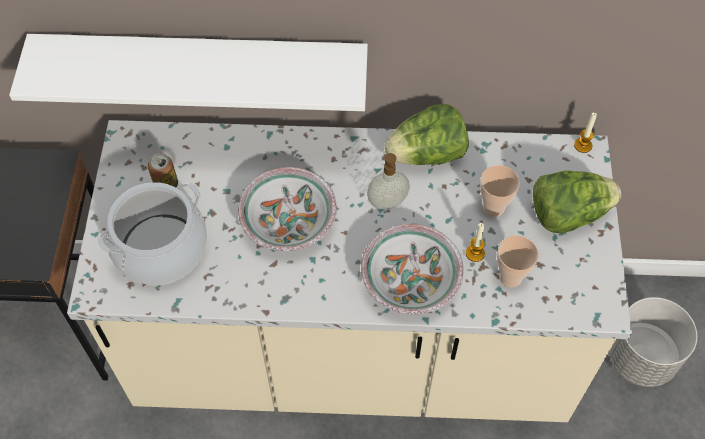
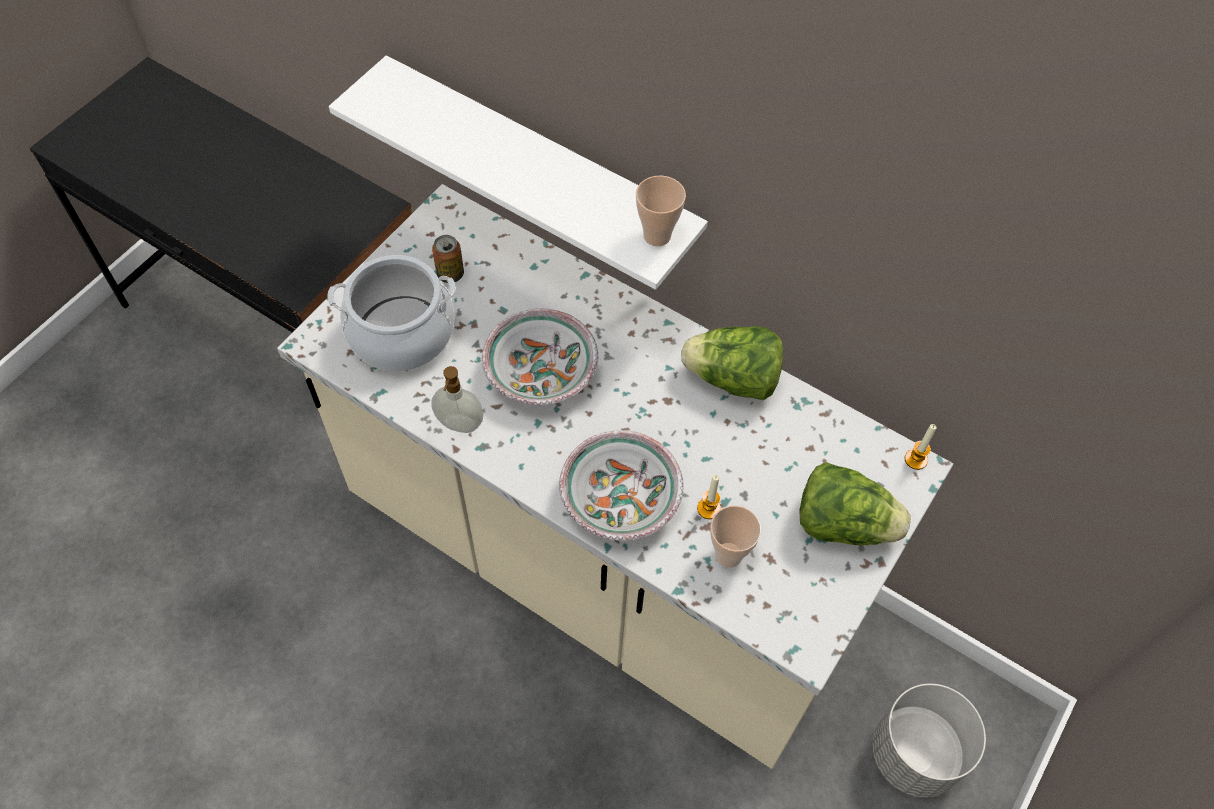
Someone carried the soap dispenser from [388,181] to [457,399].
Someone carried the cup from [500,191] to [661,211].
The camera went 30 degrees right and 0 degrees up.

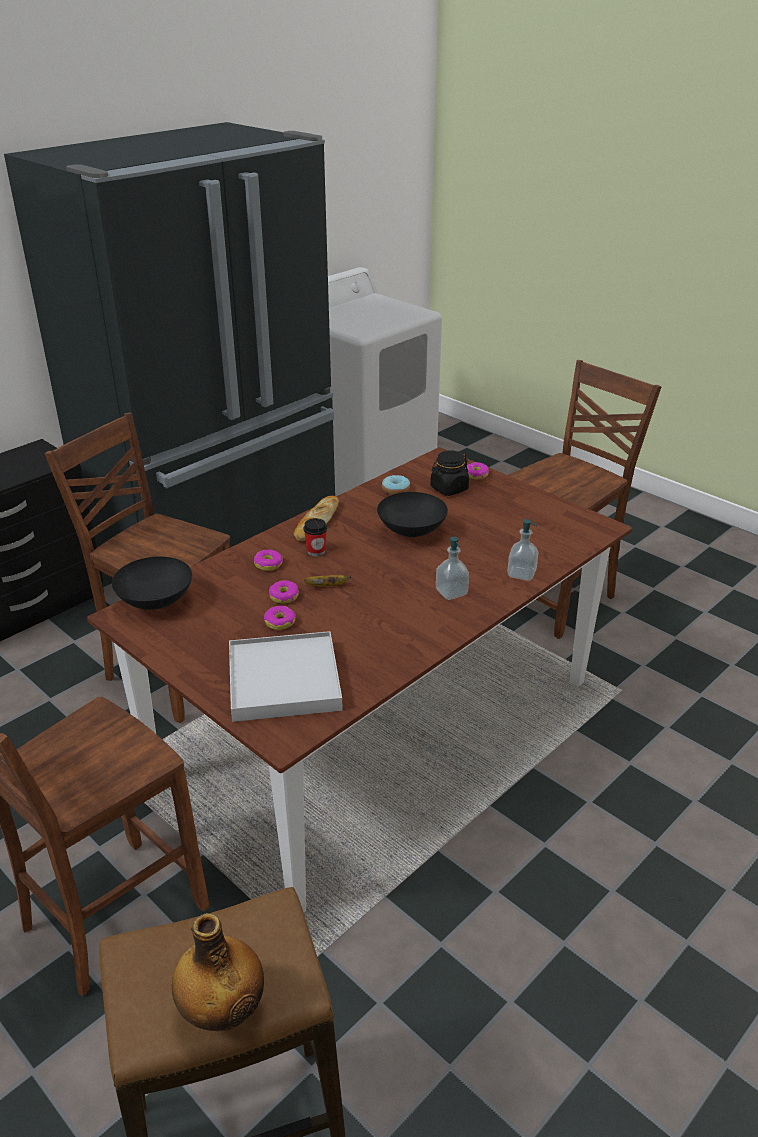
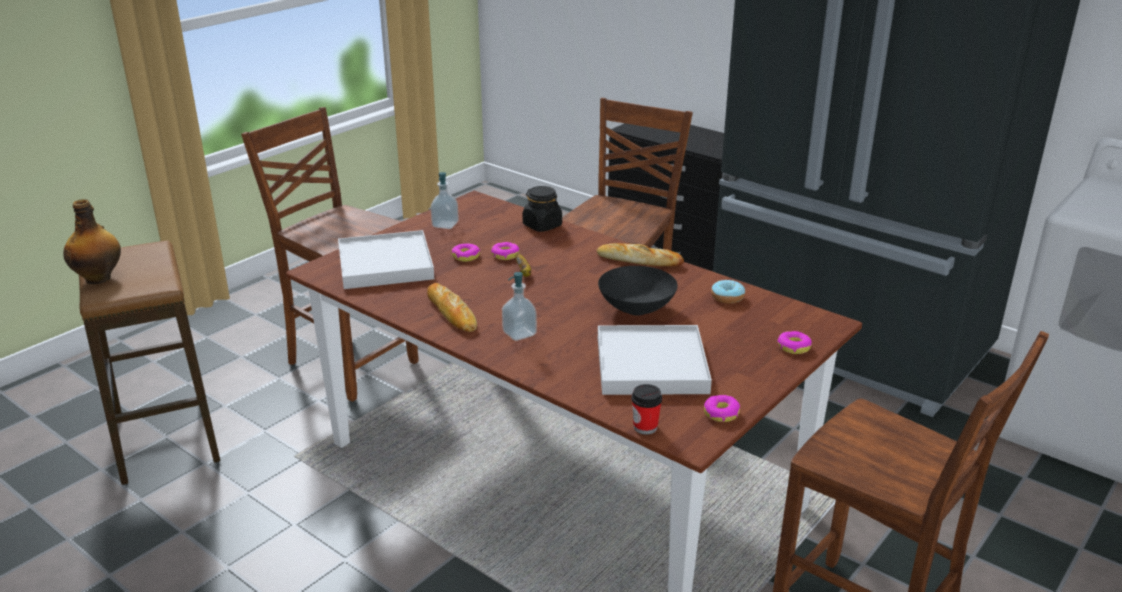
Someone took away the black bowl at [152,583].
Someone put down the bread at [452,307].
Someone put down the white tray at [655,360].
Someone carried the donut from [268,560] to [722,408].
Someone carried the cup from [315,537] to [646,409].
Someone carried the black jar from [449,473] to [542,209].
Someone carried the soap dispenser from [522,550] to [445,200].
The camera went 85 degrees right and 5 degrees down.

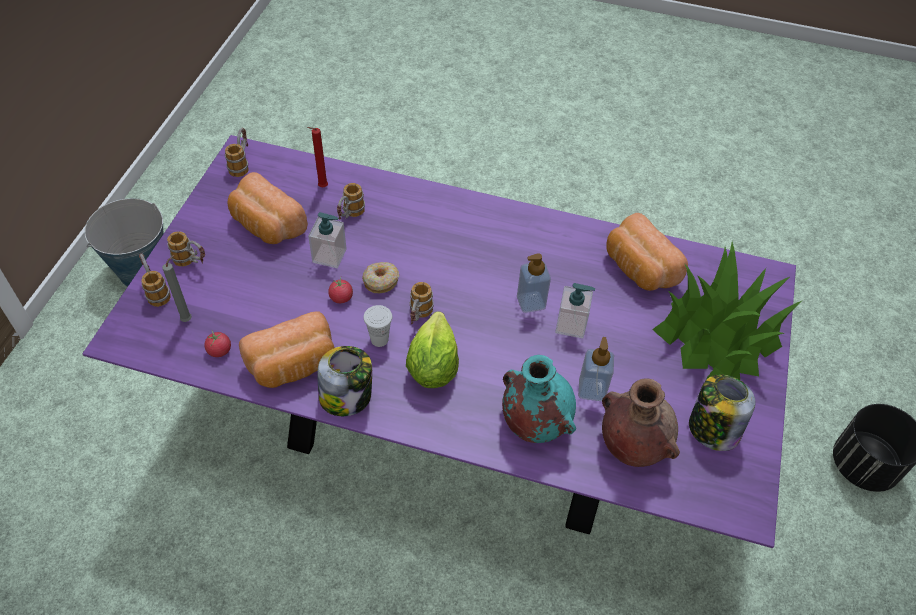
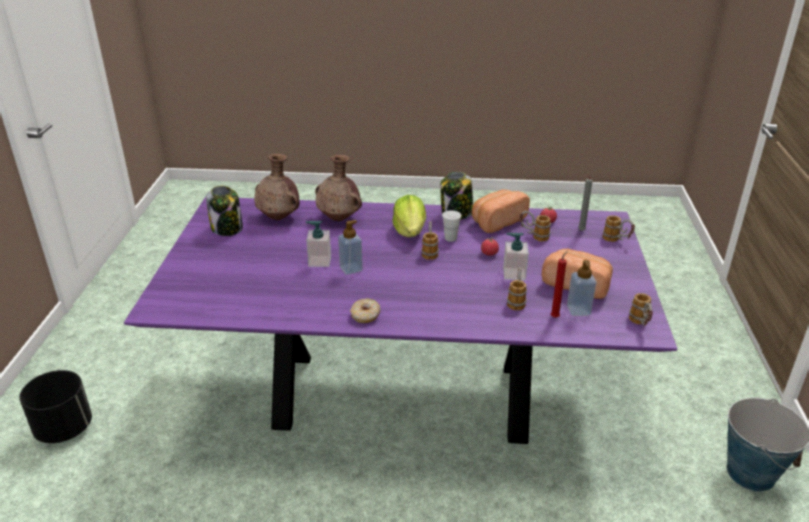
Someone took away the bread at [647,252].
Someone took away the potted plant at [726,311].
Someone carried the mug from [186,248] to [535,226].
Someone carried the donut from [380,277] to [365,311].
Someone carried the soap dispenser from [596,369] to [582,288].
Someone repainted the turquoise vase at [539,399], which became the brown vase at [338,188].
The camera went 170 degrees right and 20 degrees down.

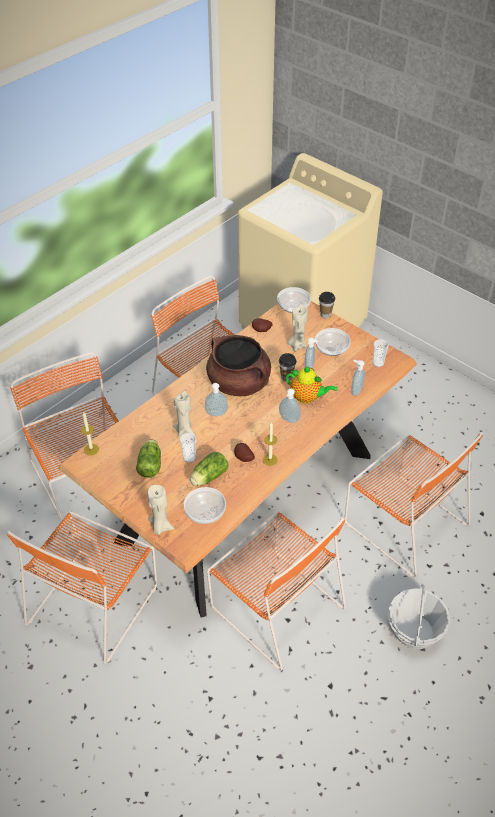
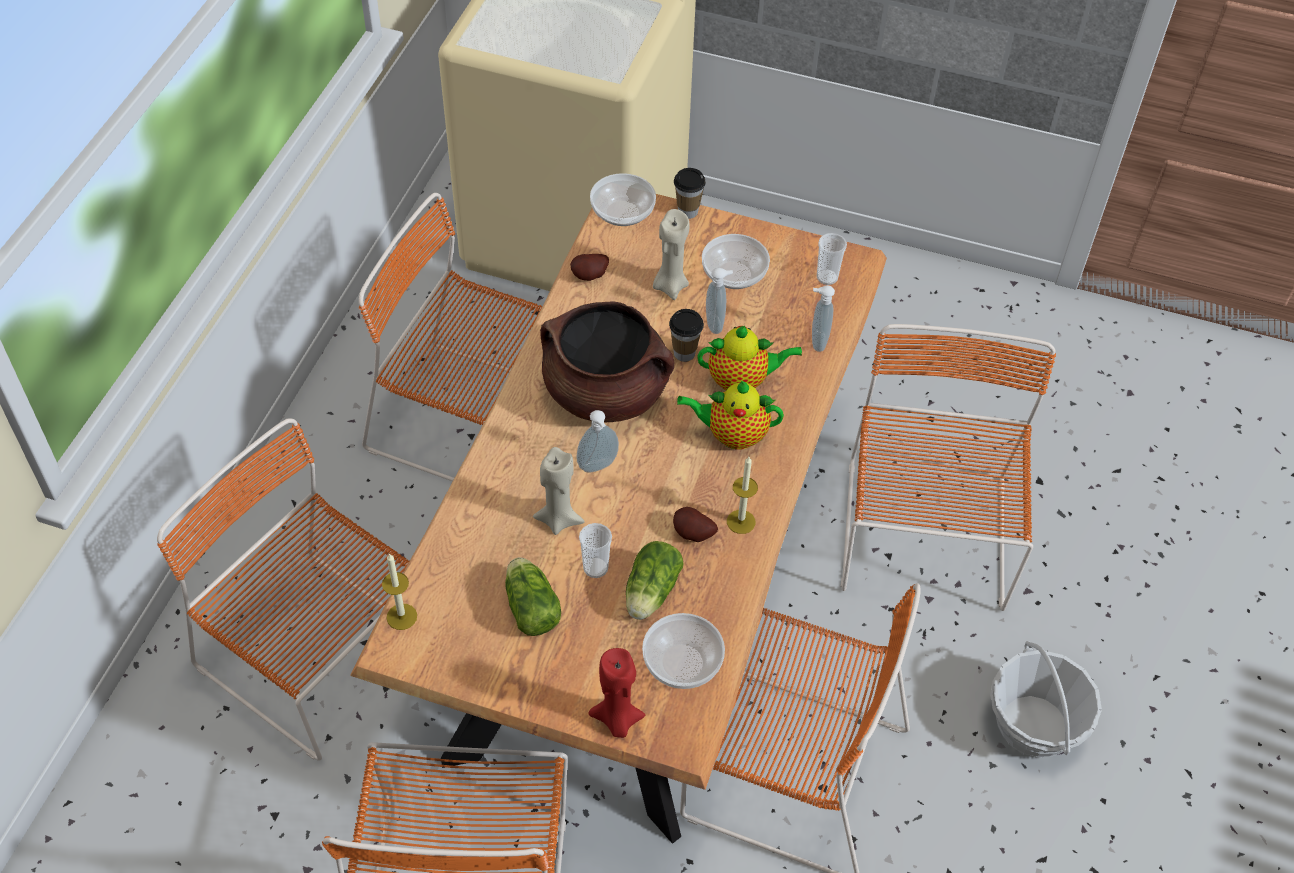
Someone swapped the soap dispenser at [290,405] for the teapot at [730,415].
Someone repainted the beige candle at [161,510], which became the red candle at [617,693].
Someone rotated the orange chair at [414,504] by 105 degrees counterclockwise.
The camera went 25 degrees left and 5 degrees up.

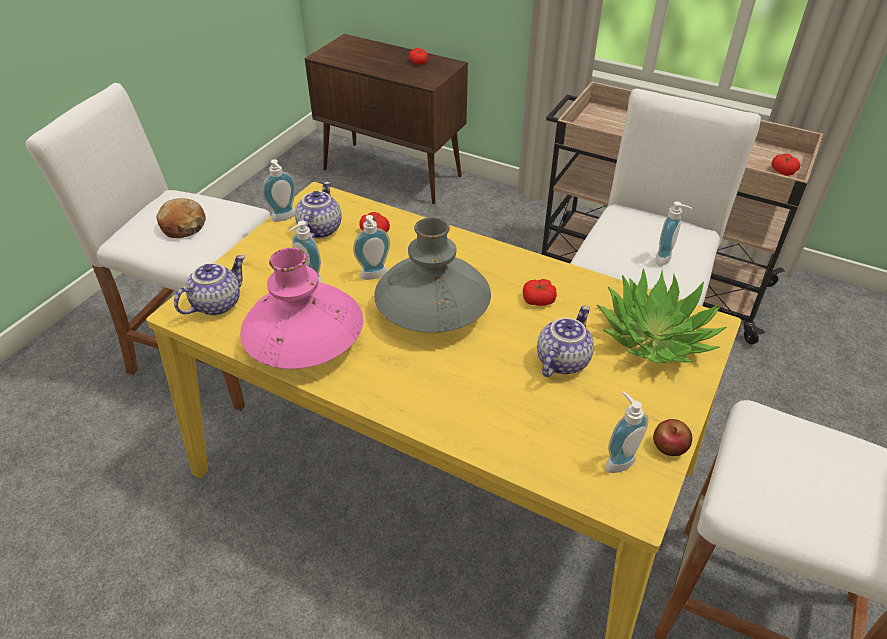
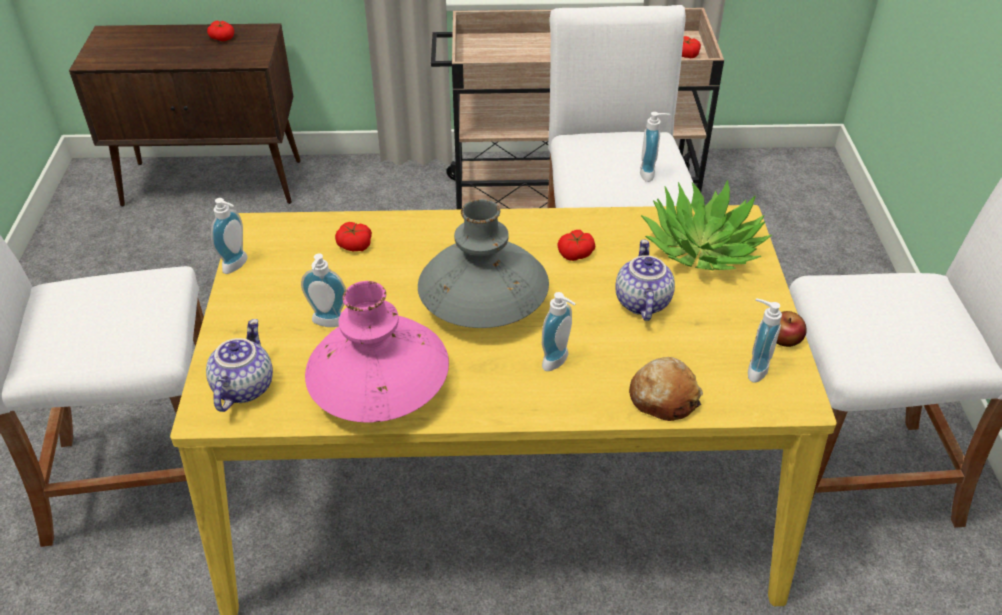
Someone took away the teapot at [318,210].
Someone carried the bread from [181,218] to [666,389].
Someone carried the soap dispenser from [371,247] to [559,331].
The camera went 30 degrees left and 0 degrees up.

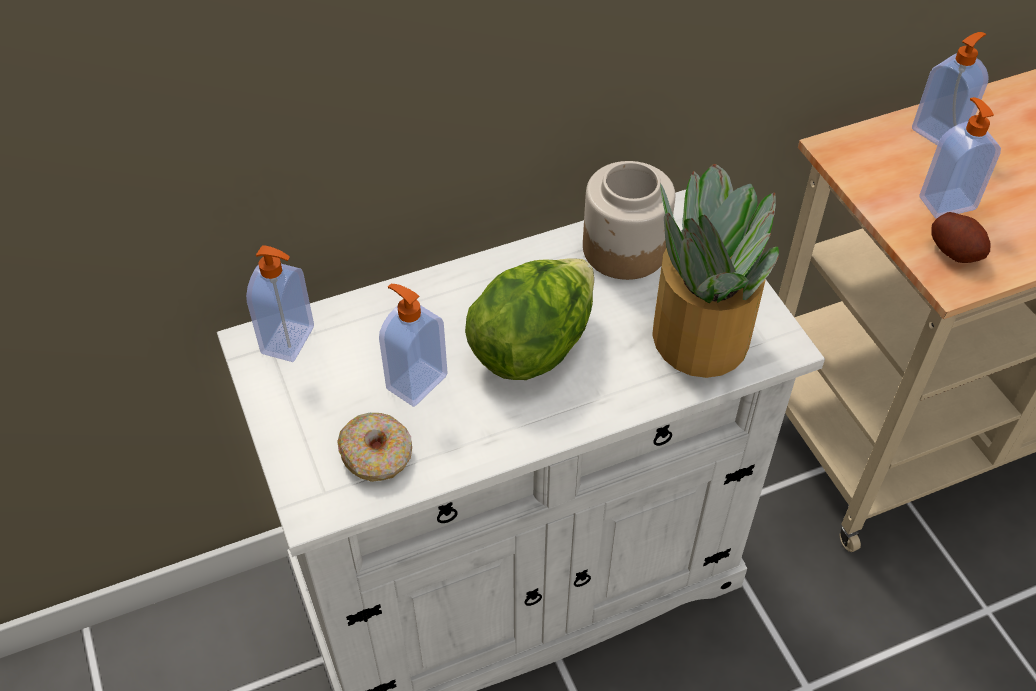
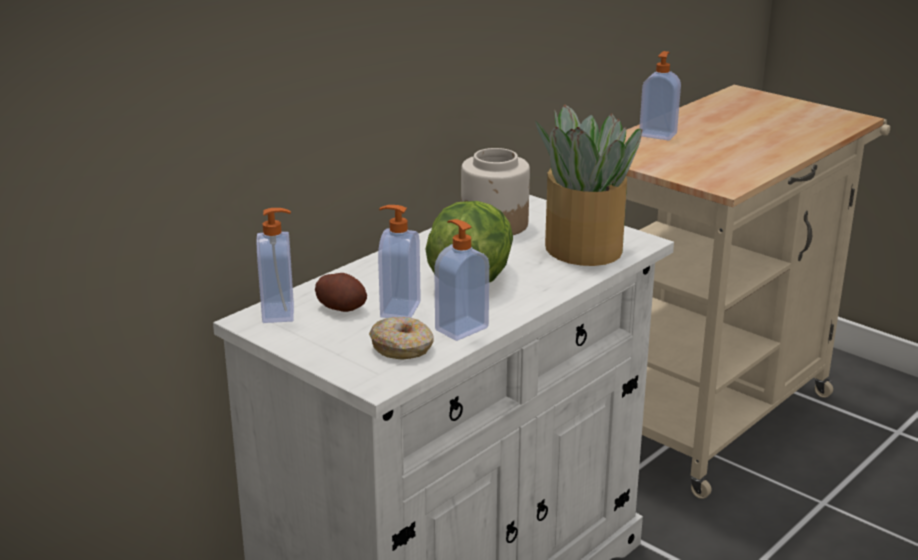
Someone carried the soap dispenser from [960,157] to [461,280].
Someone carried the potato from [960,237] to [341,292].
The camera went 25 degrees left and 25 degrees down.

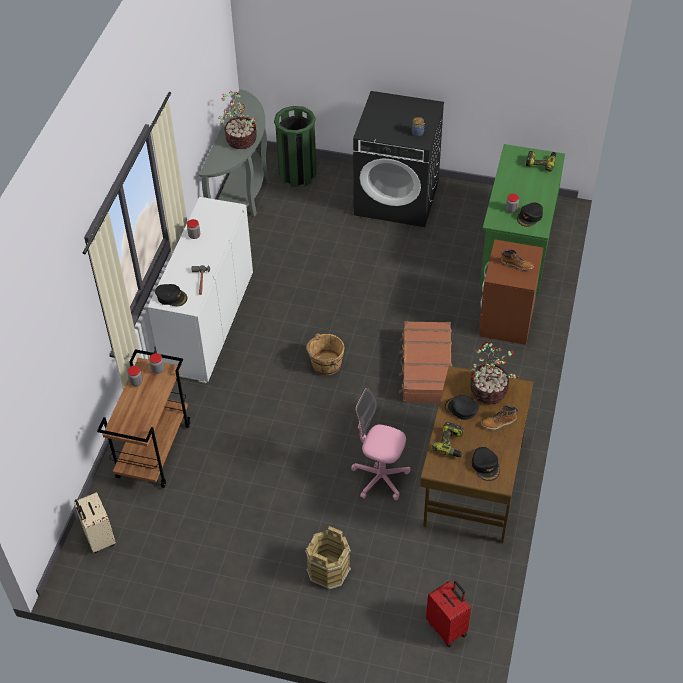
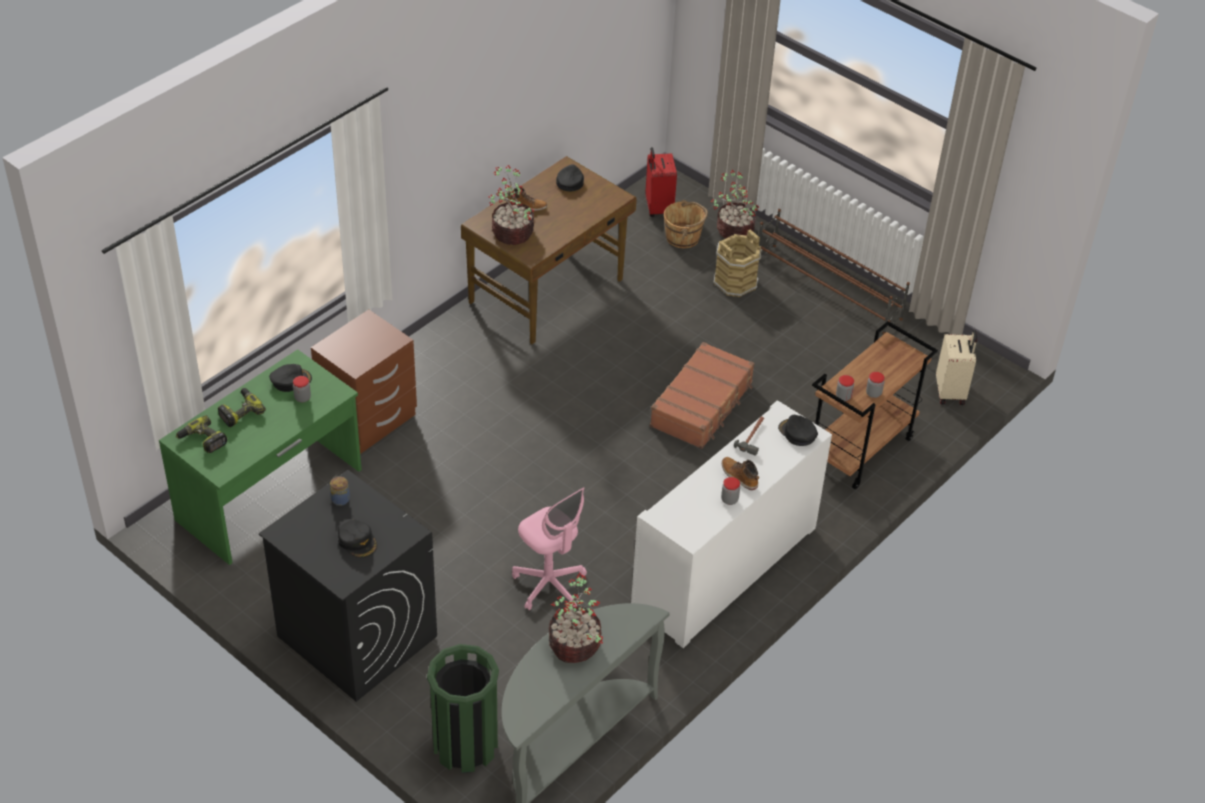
Someone put down the potted plant at [735,204].
Someone put down the brown shoe rack at [834,271].
Someone carried the brown bucket from [325,354] to [686,224].
Someone carried the pink office chair from [380,444] to [549,548].
Someone carried the brown suitcase from [426,362] to [702,395].
Someone carried the power drill from [447,439] to [242,407].
Someone carried the black cap from [462,407] to [357,538].
Someone carried the boot from [517,260] to [740,473].
The camera went 155 degrees left and 5 degrees down.

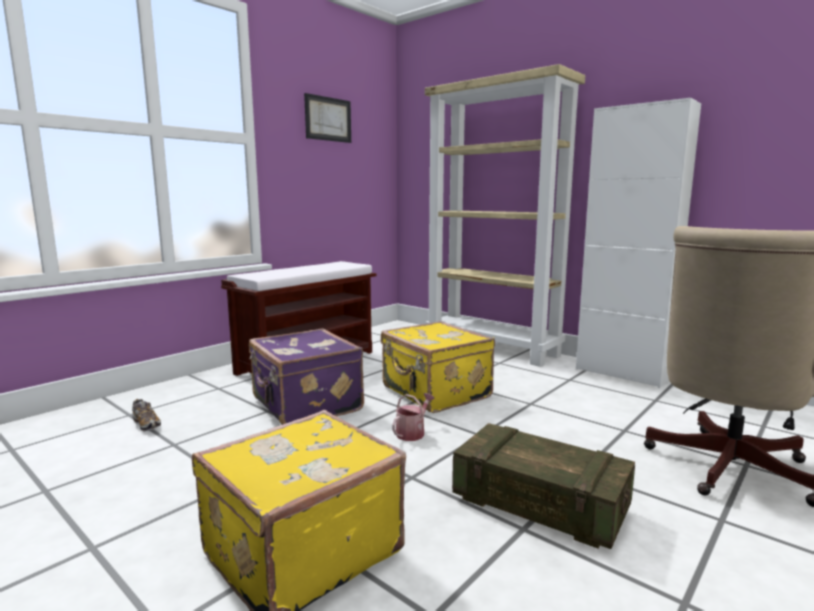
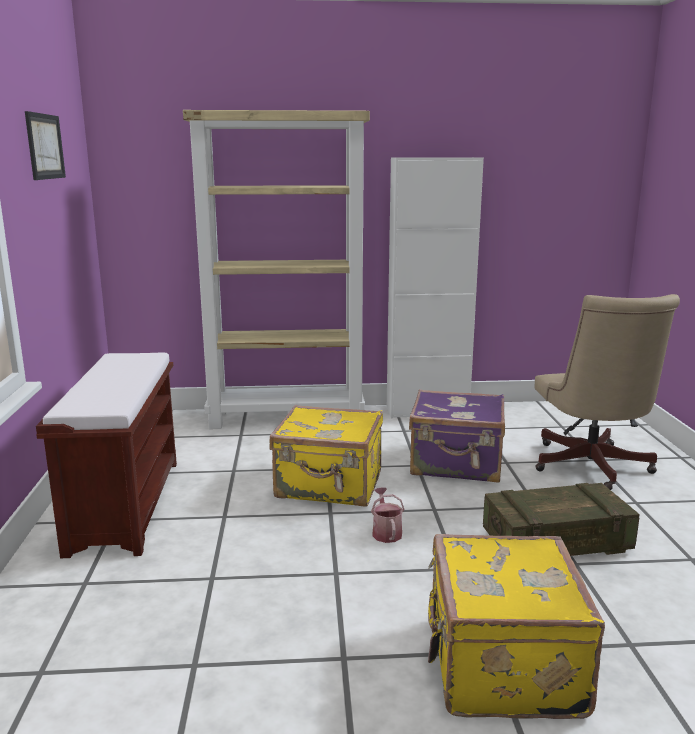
Someone took away the shoe at [146,415].
Someone carried the purple suitcase from [306,376] to [457,435].
The camera went 45 degrees left and 5 degrees up.

